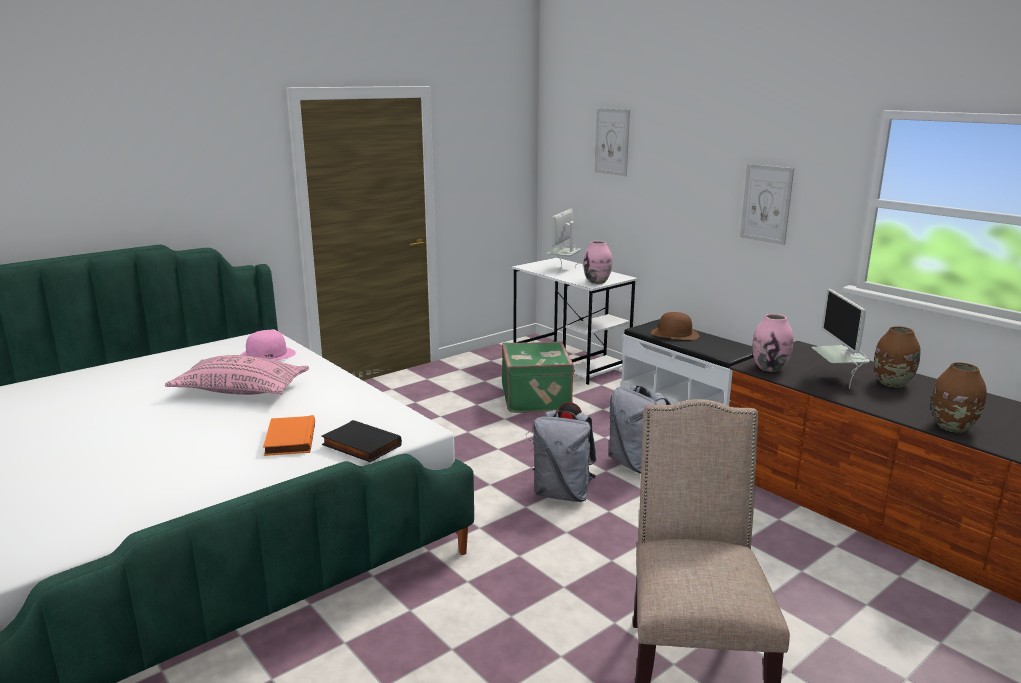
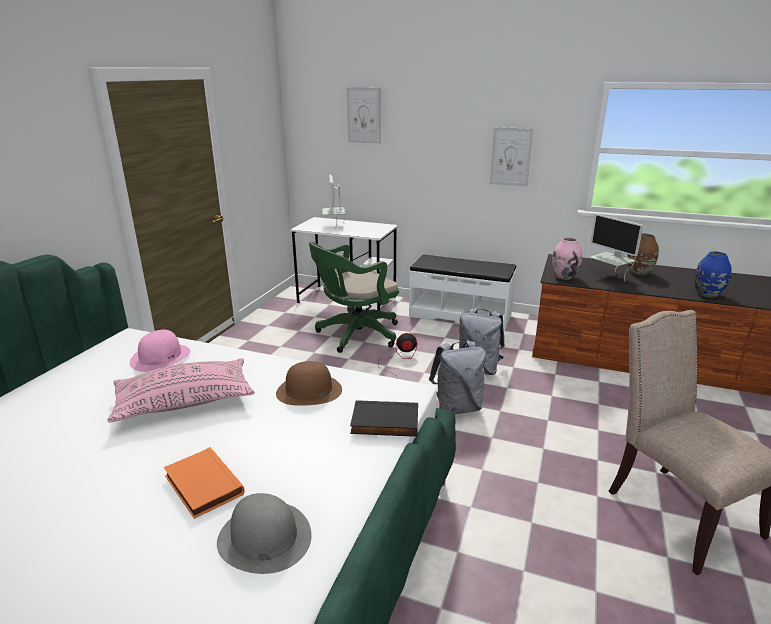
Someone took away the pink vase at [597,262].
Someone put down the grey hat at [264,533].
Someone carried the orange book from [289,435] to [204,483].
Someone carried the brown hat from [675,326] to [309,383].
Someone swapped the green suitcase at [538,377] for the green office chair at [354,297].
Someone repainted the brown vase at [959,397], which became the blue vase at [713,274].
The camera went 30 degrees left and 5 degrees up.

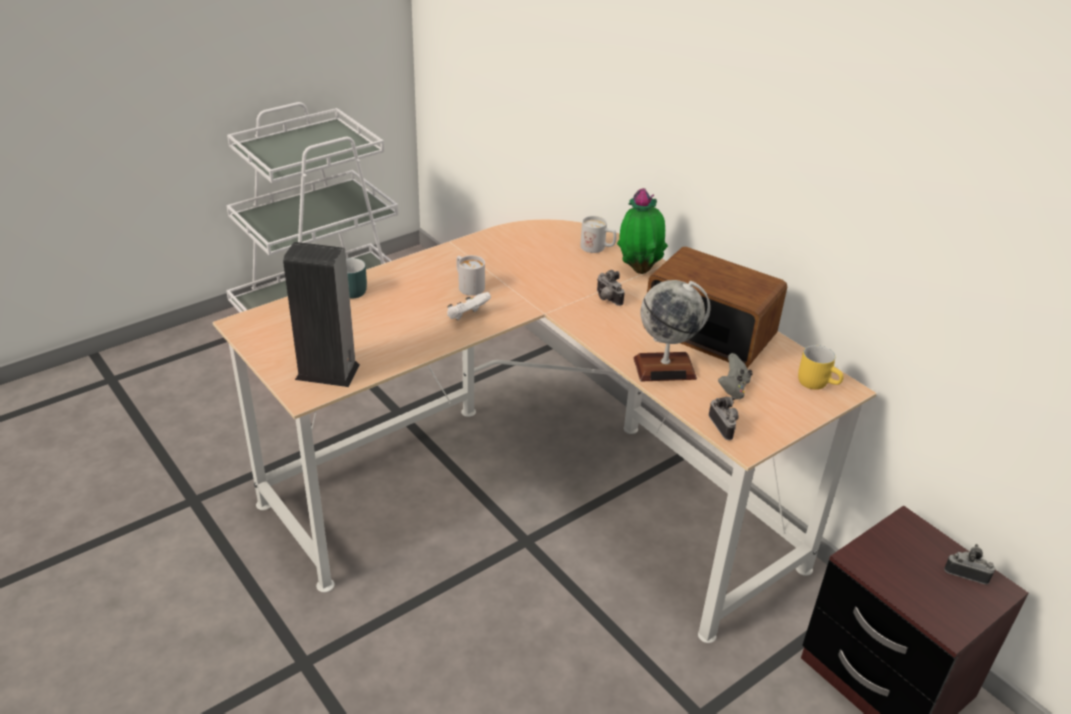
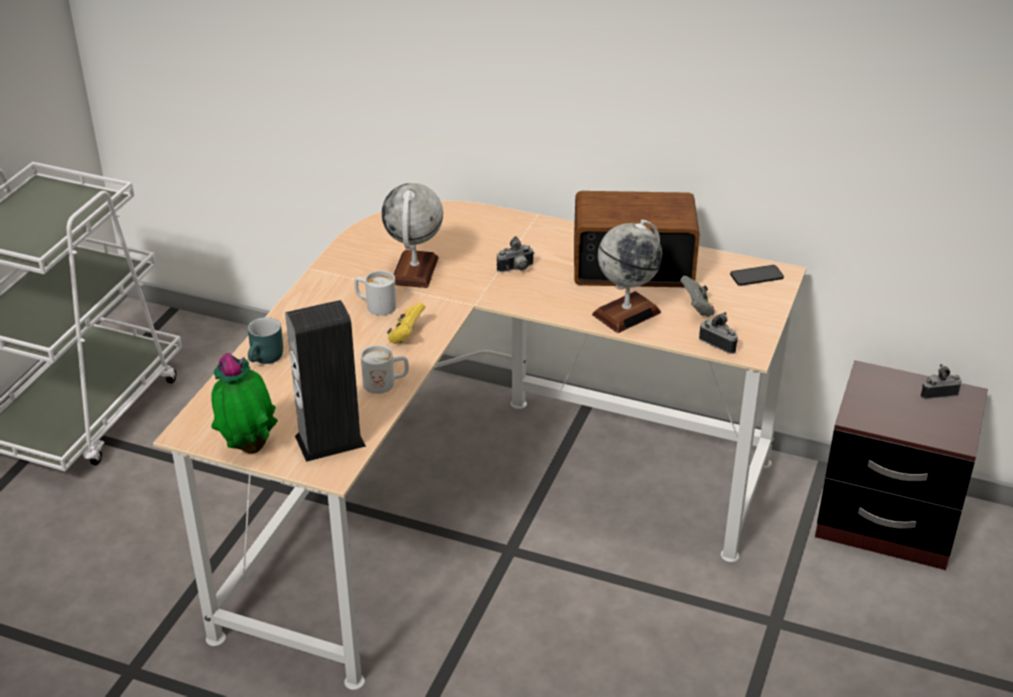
Someone put down the globe at [412,235].
Someone carried the white mug from [598,234] to [385,369].
Someone carried the potted plant from [642,231] to [244,403].
Someone swapped the yellow mug at [821,367] for the phone at [757,275].
Someone repainted the white game controller at [469,306], which became the yellow game controller at [406,323].
Someone rotated the photo camera at [611,288] by 45 degrees counterclockwise.
The camera went 30 degrees left and 0 degrees up.

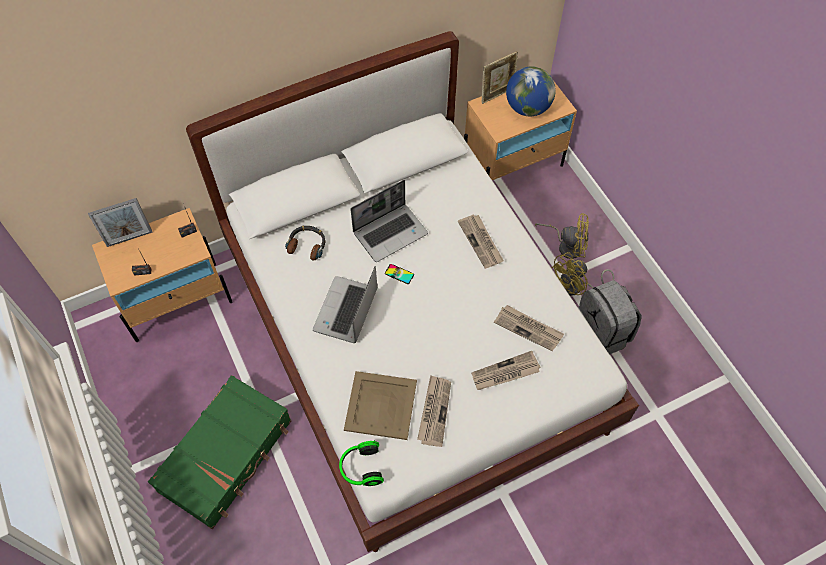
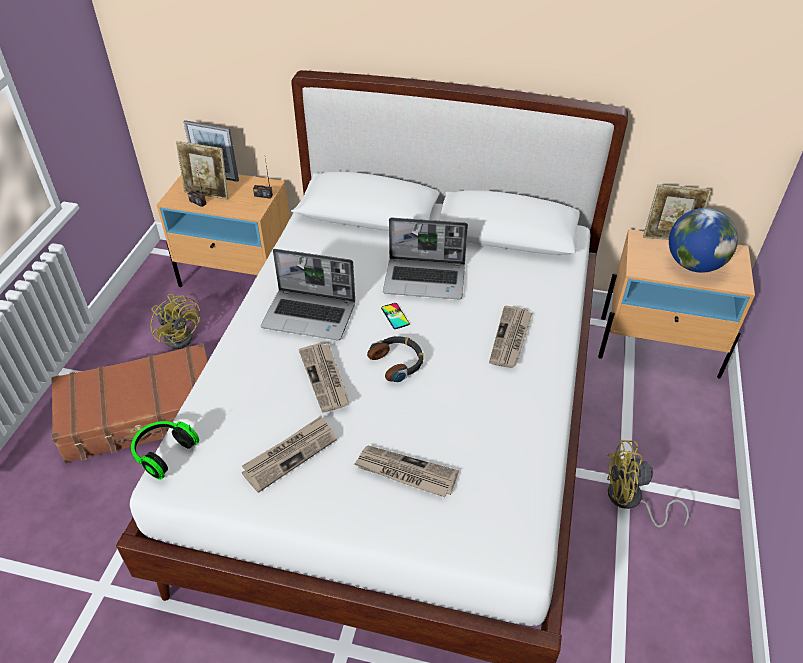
Someone took away the beige tray at [380,405].
Someone took away the grey backpack at [610,317].
Someone put down the picture frame at [202,170].
Someone carried the headphones from [305,243] to [395,359].
Someone carried the newspaper from [529,328] to [324,378].
Someone carried the yellow fan from [562,236] to [175,321].
Someone repainted the green suitcase at [219,452], which became the brown suitcase at [129,403].
Someone rotated the laptop at [345,304] by 135 degrees counterclockwise.
The camera went 40 degrees right and 15 degrees down.

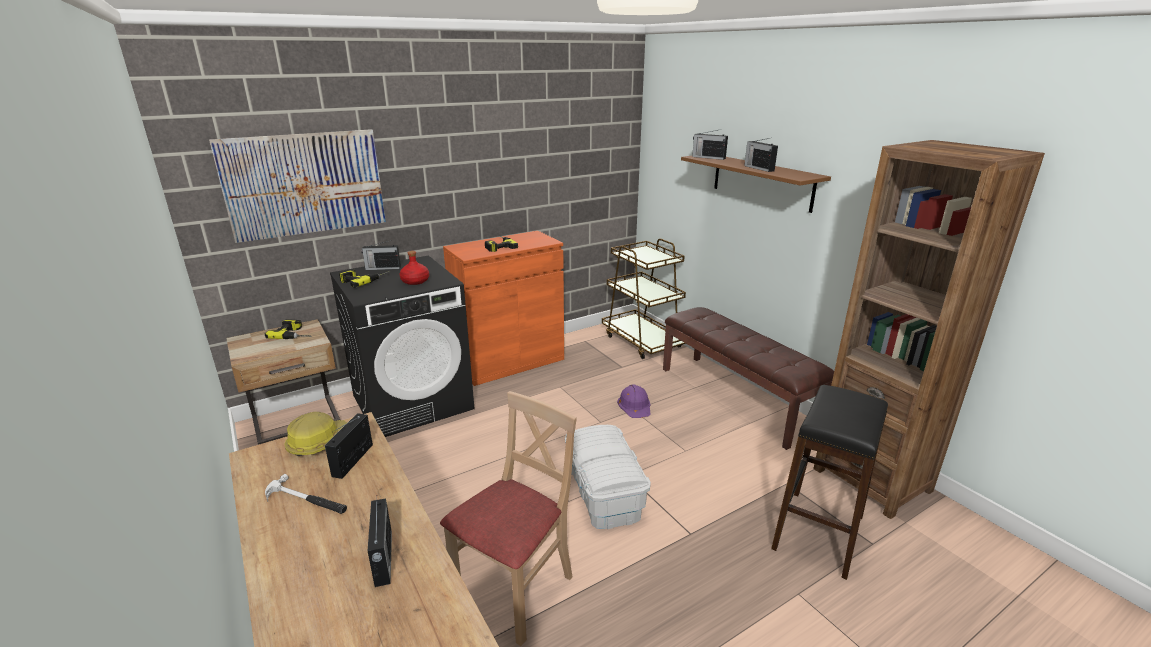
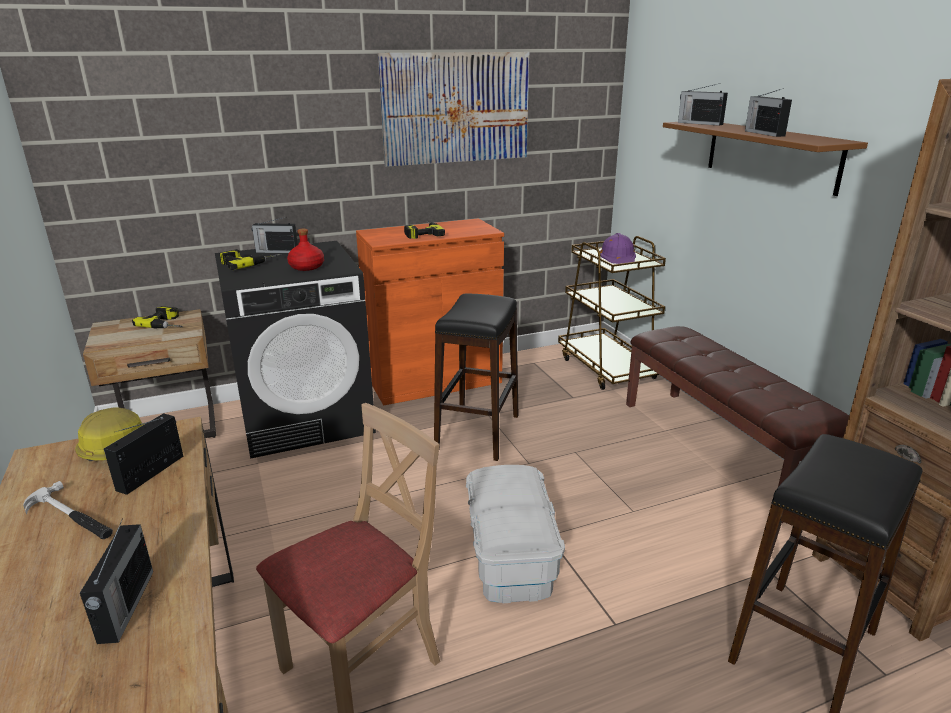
Someone put down the black stool at [476,377].
Someone carried the picture from [297,186] to [453,109].
Someone carried the purple hard hat from [634,401] to [618,248].
The camera went 10 degrees right and 0 degrees up.

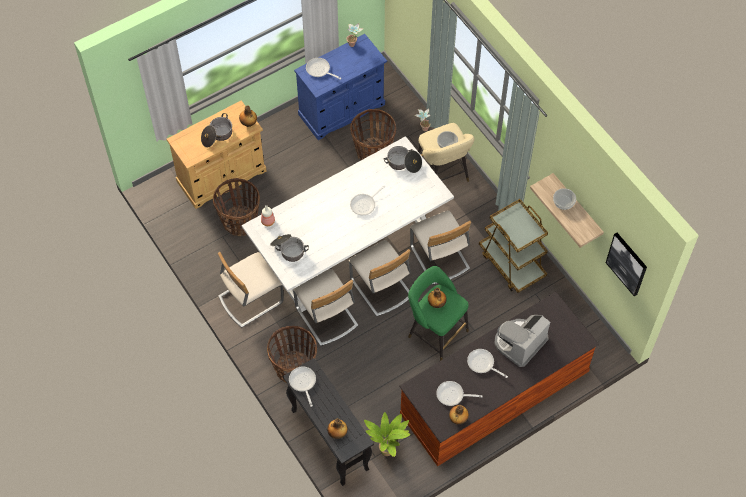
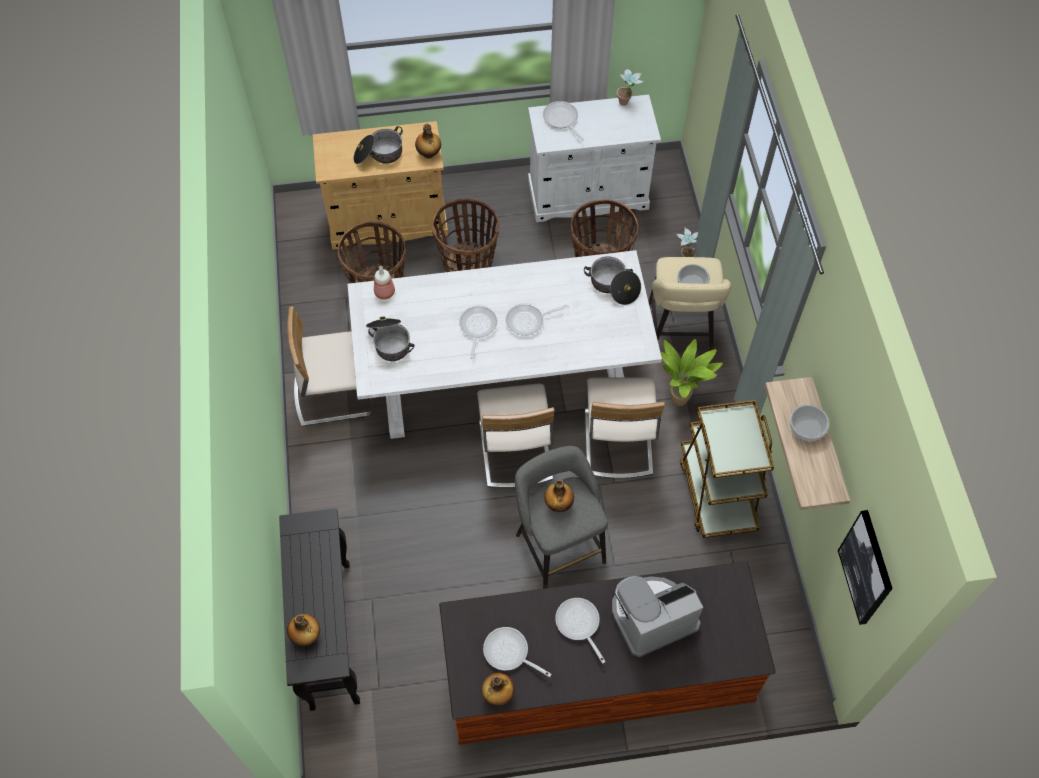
Someone took away the beige chair at [325,307].
Someone carried the basket from [292,354] to [465,235].
Someone carried the frying pan from [302,387] to [478,332].
Someone carried the potted plant from [387,434] to [691,372].
Someone repainted the blue cabinet at [340,87], which became the white cabinet at [594,158].
Someone repainted the green stool at [438,313], which became the grey stool at [561,517].
The camera went 25 degrees right and 0 degrees up.

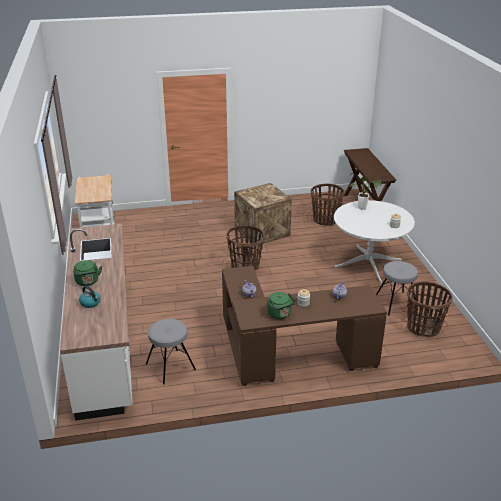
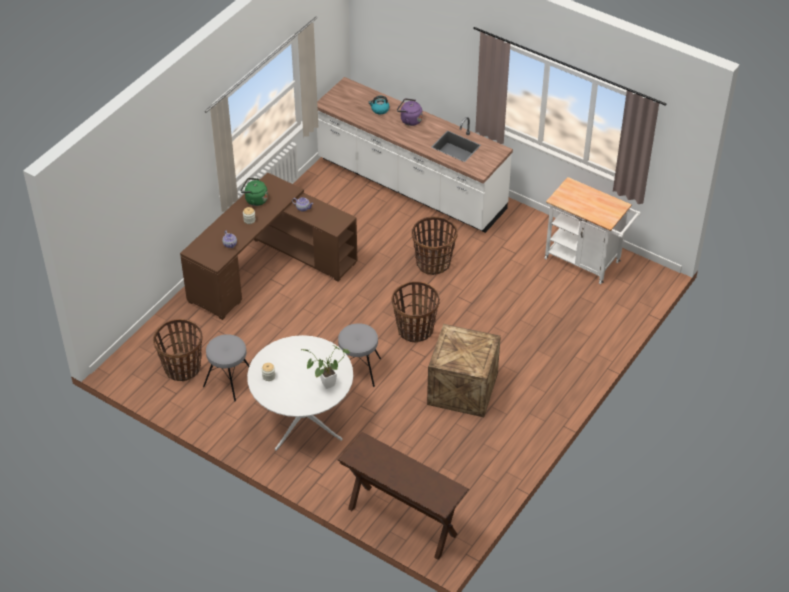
Someone carried the grey stool from [171,352] to [359,355].
Someone carried the basket from [328,204] to [435,245].
Someone repainted the green kettle at [87,273], which became the purple kettle at [409,112].
The camera went 135 degrees right and 15 degrees up.

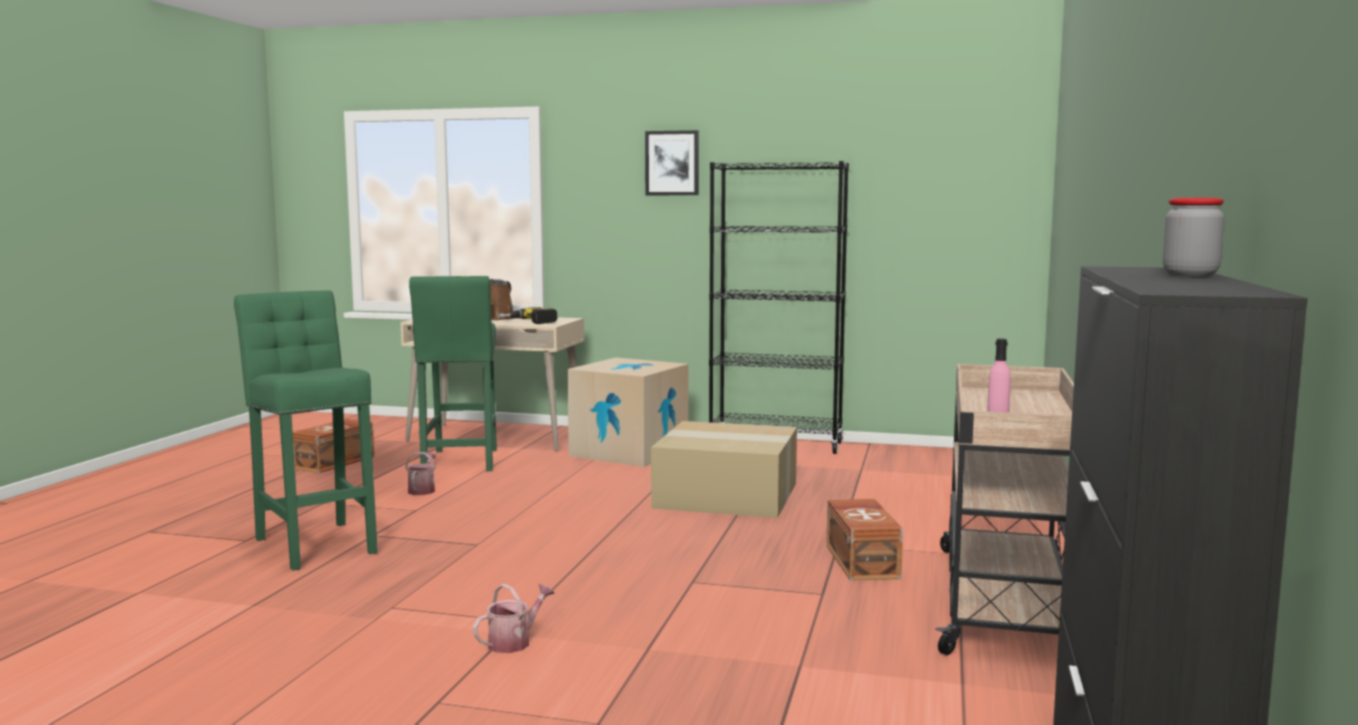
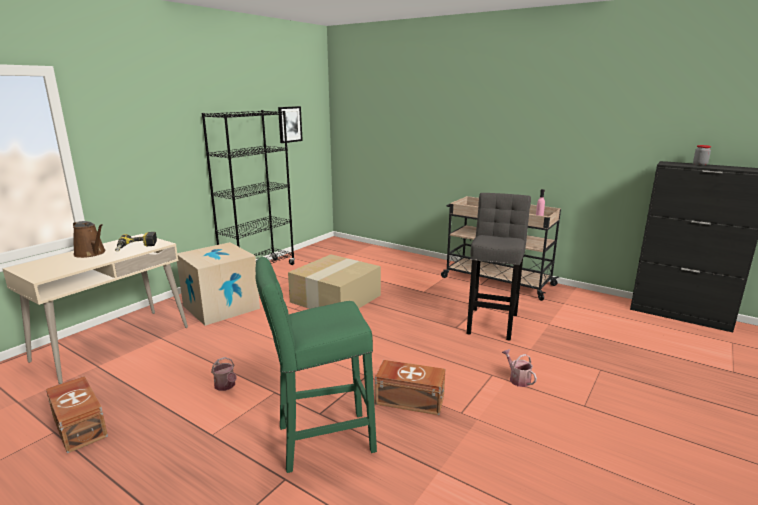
Someone took away the green stool at [453,373].
Someone put down the grey stool at [499,267].
Someone carried the picture from [672,162] to [290,124].
Someone carried the brown storage box from [864,540] to [410,387].
Someone rotated the watering can at [420,473] by 150 degrees counterclockwise.
The camera went 70 degrees left and 10 degrees up.

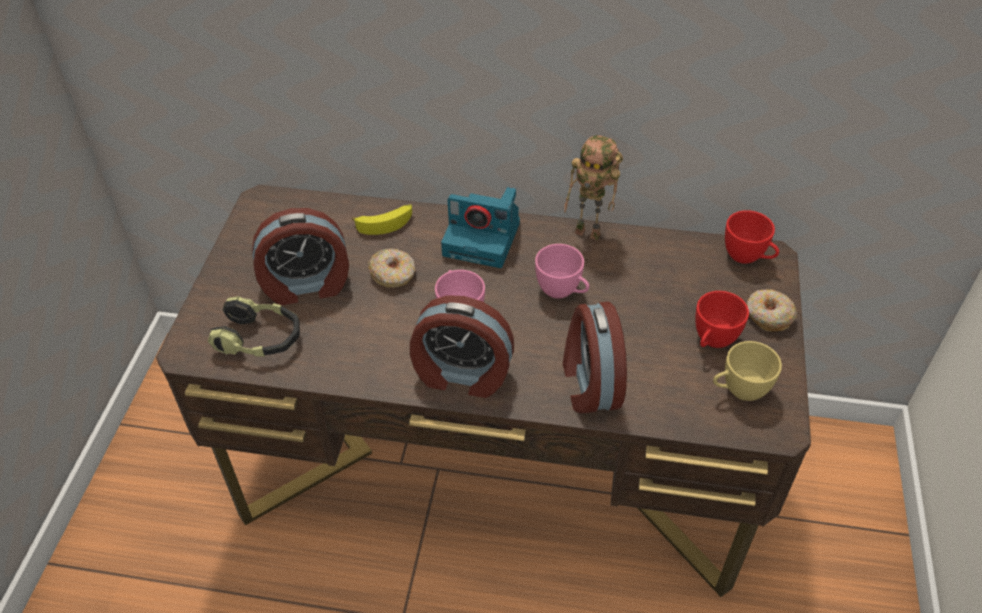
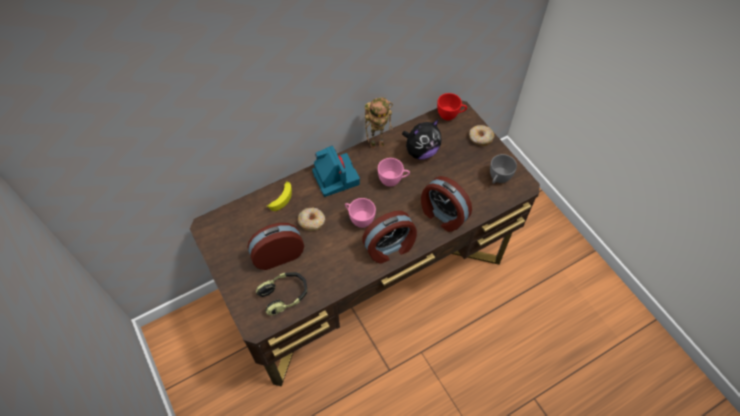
Someone took away the red cup at [722,319].
Someone put down the plush toy at [422,139].
Someone repainted the yellow cup at [747,371], which became the grey cup at [503,169].
Someone rotated the alarm clock at [300,256] by 150 degrees counterclockwise.
Someone rotated the photo camera at [480,227] by 90 degrees counterclockwise.
The camera went 40 degrees left and 10 degrees up.

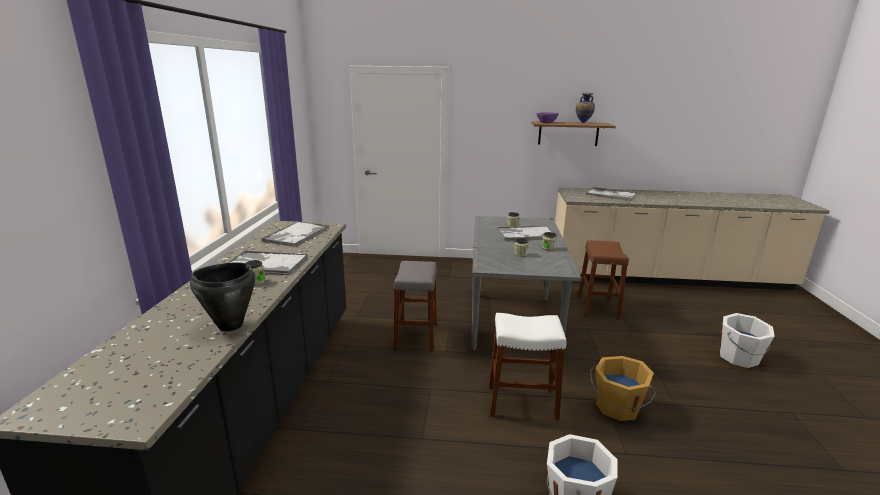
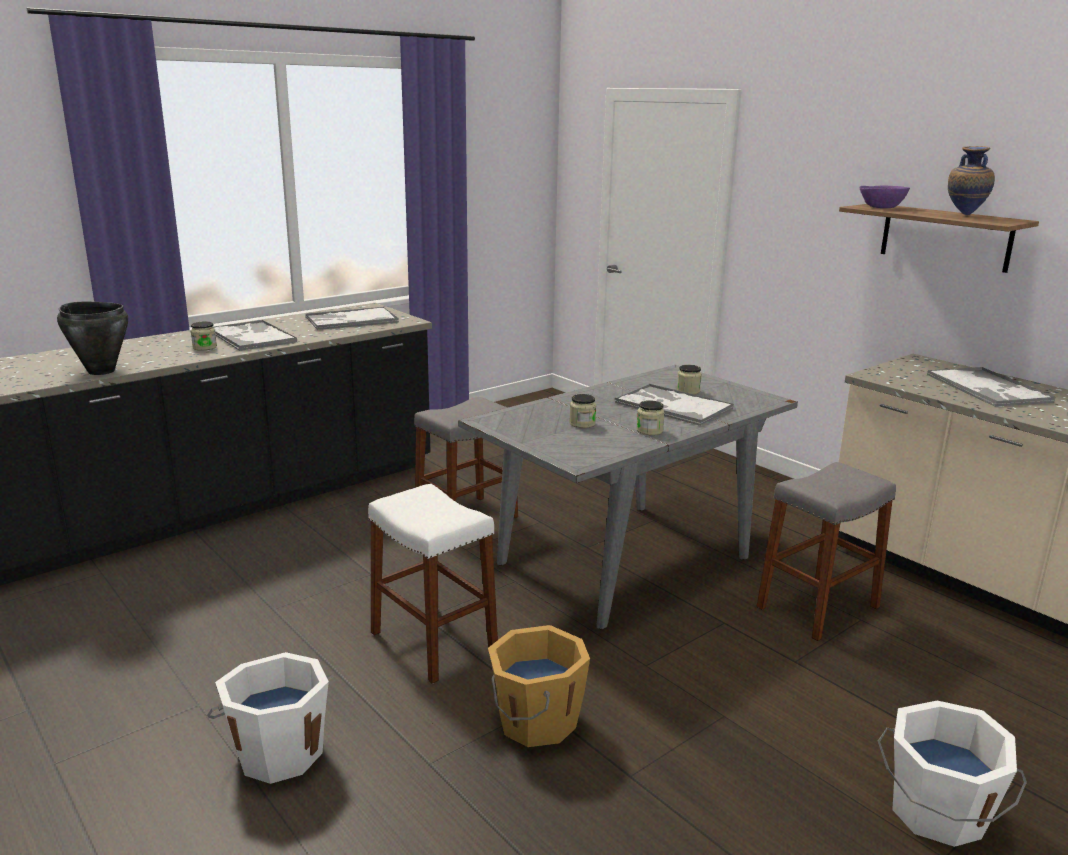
Someone repainted the brown stool at [603,280], which became the grey stool at [826,551].
The camera went 45 degrees right and 0 degrees up.

